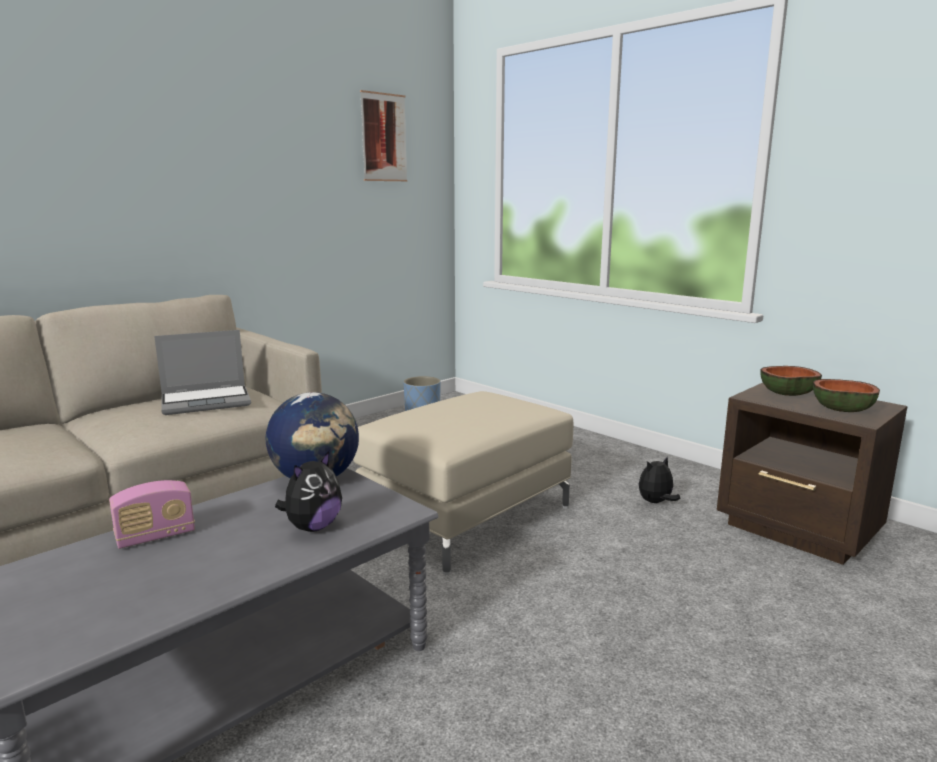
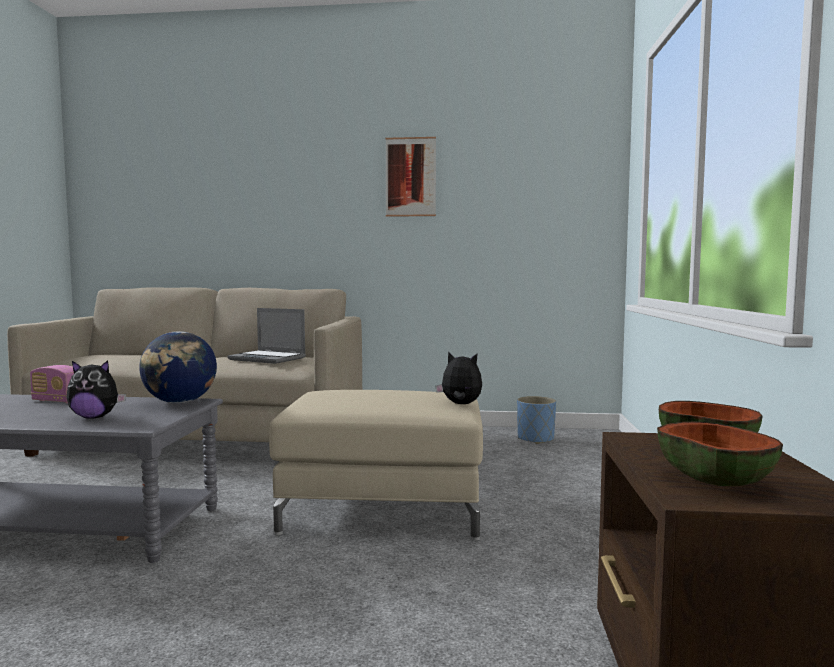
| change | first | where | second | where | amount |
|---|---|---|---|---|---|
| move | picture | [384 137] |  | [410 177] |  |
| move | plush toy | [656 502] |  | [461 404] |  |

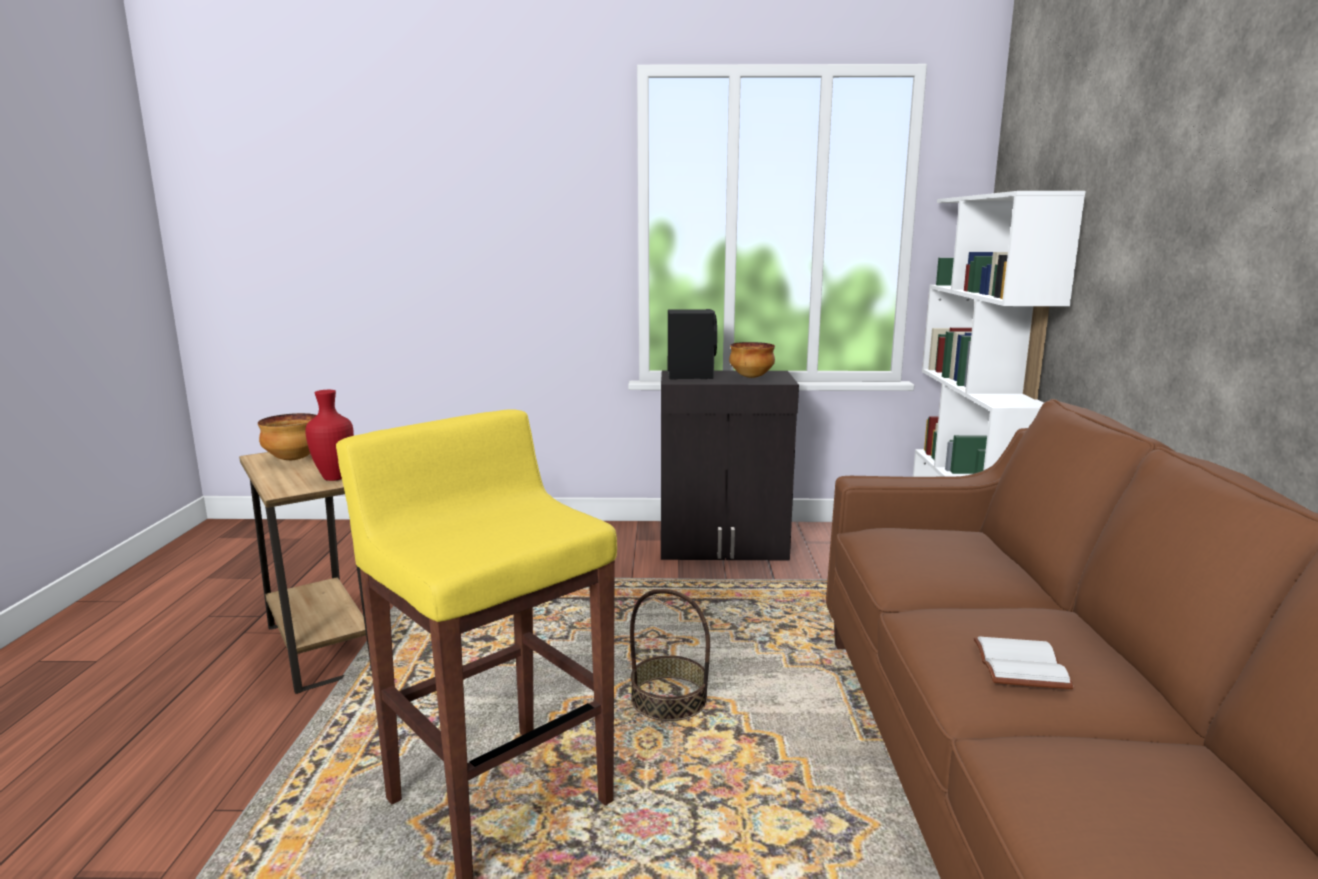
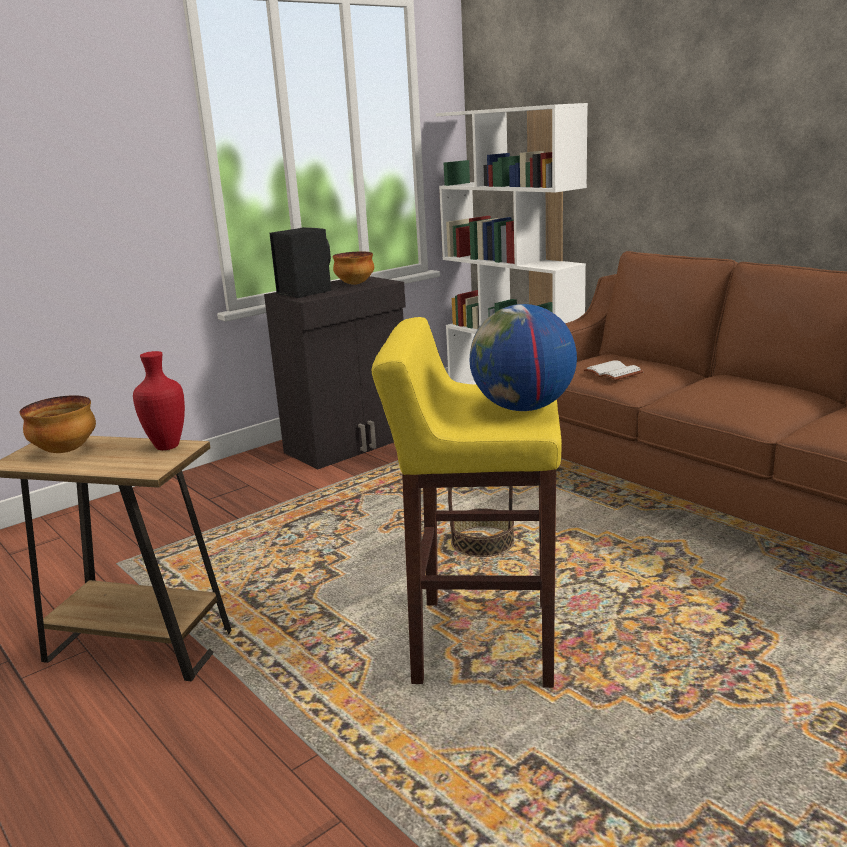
| change | first | where | second | where | amount |
|---|---|---|---|---|---|
| insert |  |  | globe | [523 408] |  |
| move | white book | [1017 664] |  | [611 373] |  |

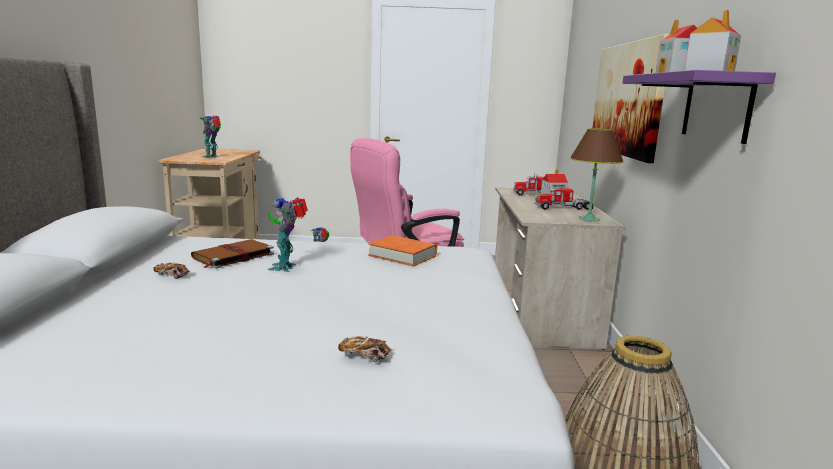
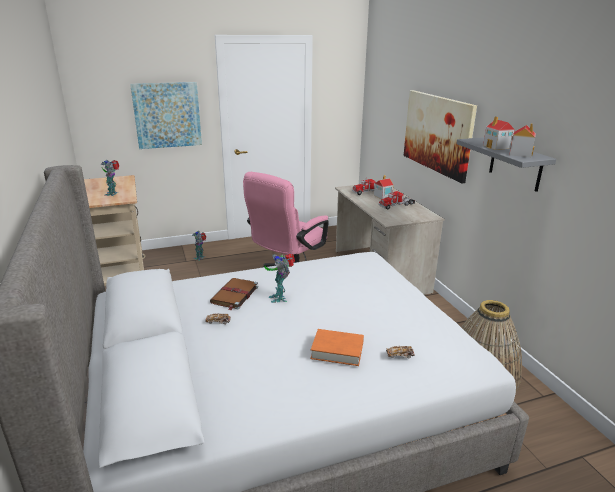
| change | first | where | second | where | amount |
|---|---|---|---|---|---|
| delete | brown table lamp | [588 219] |  |  |  |
| insert |  |  | picture | [167 115] |  |
| move | orange book | [402 256] |  | [337 350] |  |
| recolor | purple shelf | [716 107] | grey shelf | [515 164] |  |

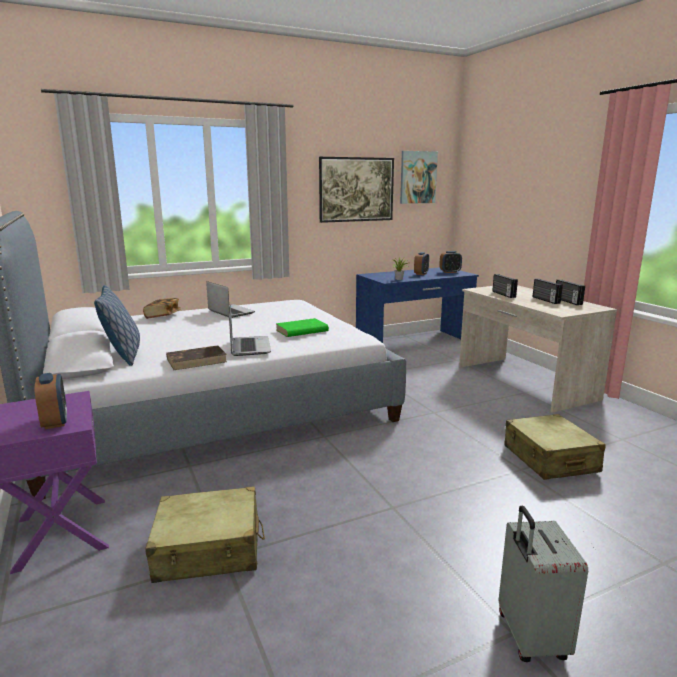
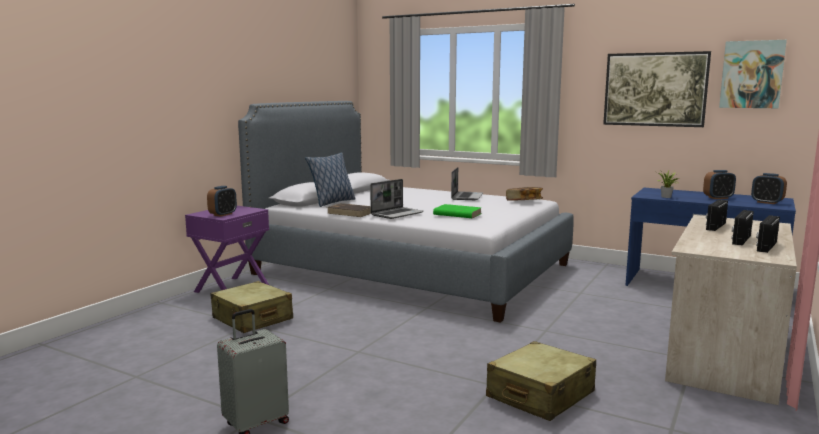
| change | first | where | second | where | amount |
|---|---|---|---|---|---|
| move | book | [163 316] |  | [524 201] |  |

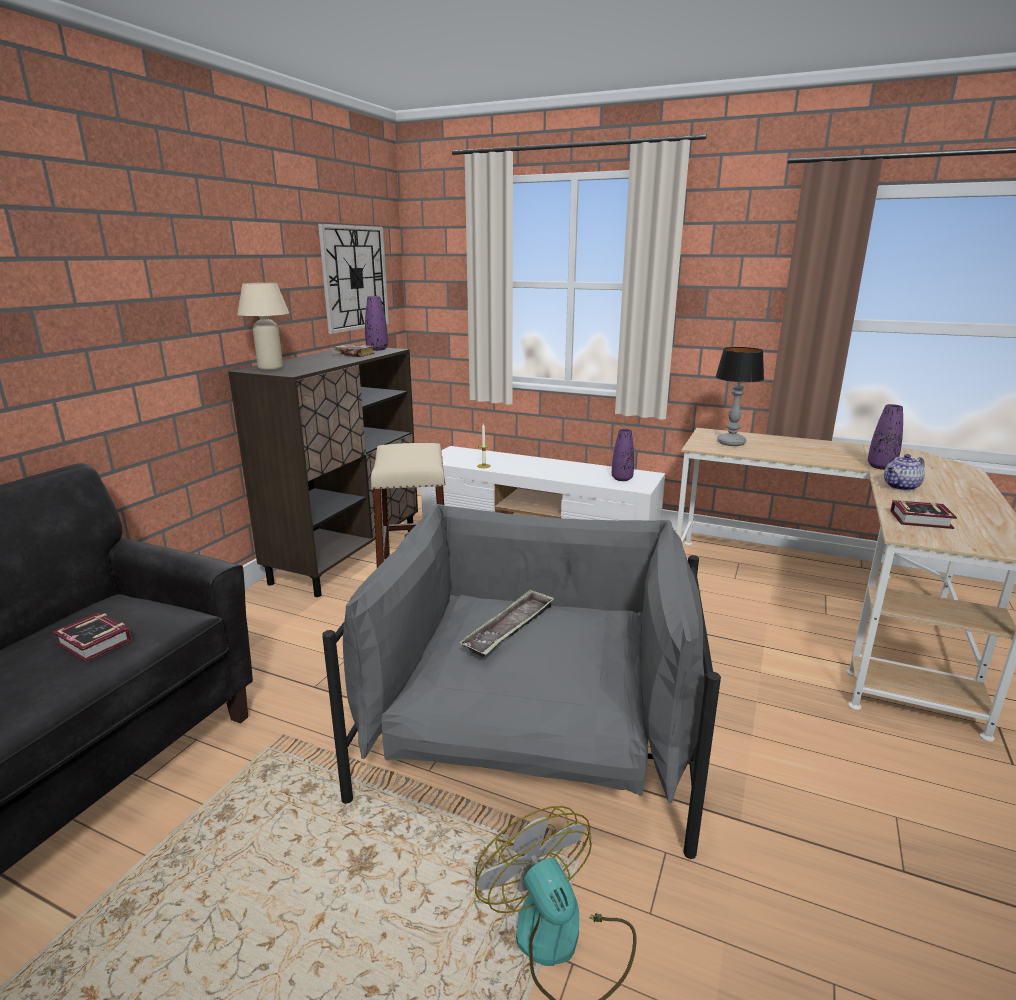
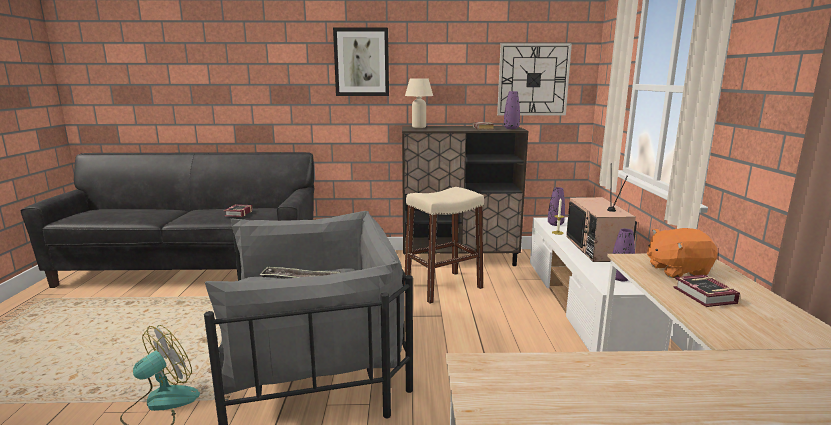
| change | first | where | second | where | amount |
|---|---|---|---|---|---|
| delete | teapot | [901 487] |  |  |  |
| insert |  |  | picture | [361 62] |  |
| insert |  |  | television | [598 248] |  |
| move | purple vase | [881 467] |  | [555 224] |  |
| move | book | [924 520] |  | [704 296] |  |
| replace | table lamp | [731 443] | orange plush toy | [676 270] |  |

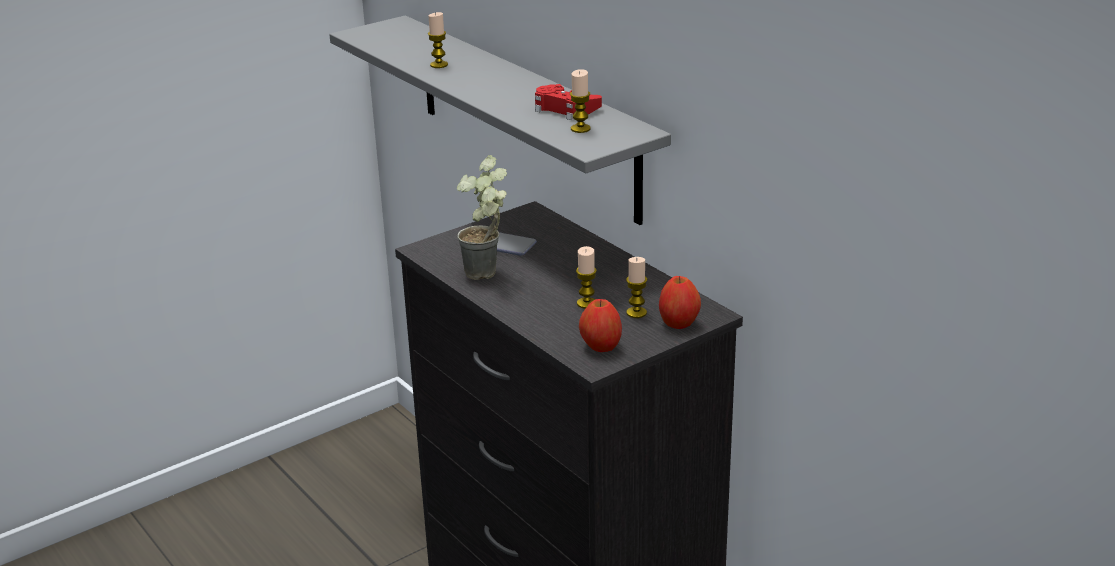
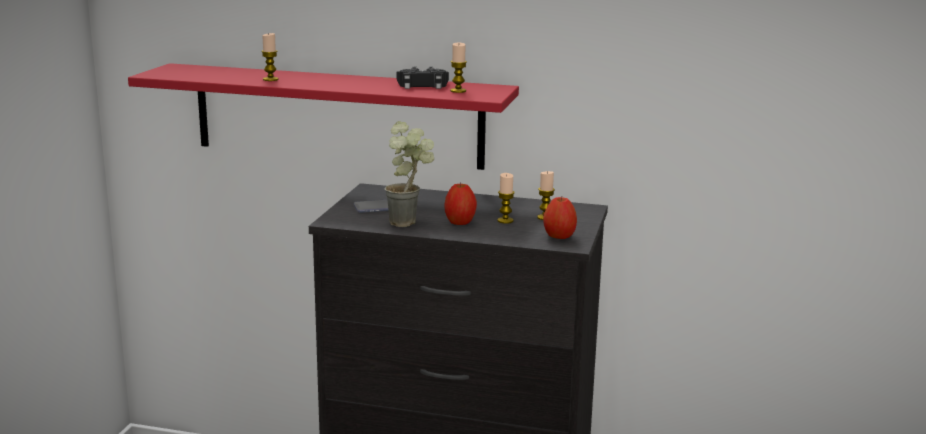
| change | first | where | second | where | amount |
|---|---|---|---|---|---|
| move | apple | [678 323] |  | [460 222] |  |
| recolor | grey shelf | [525 116] | red shelf | [337 115] |  |
| recolor | red game controller | [565 109] | black game controller | [422 85] |  |

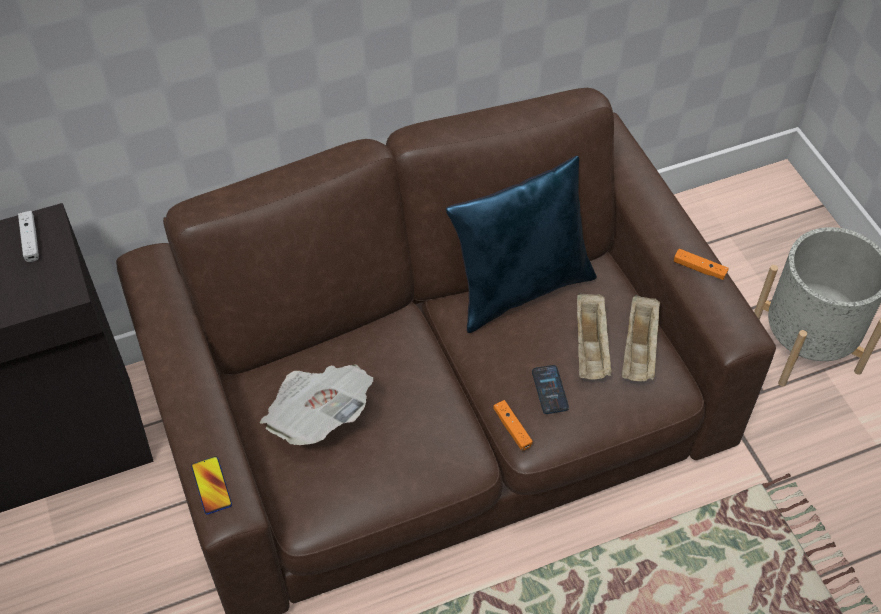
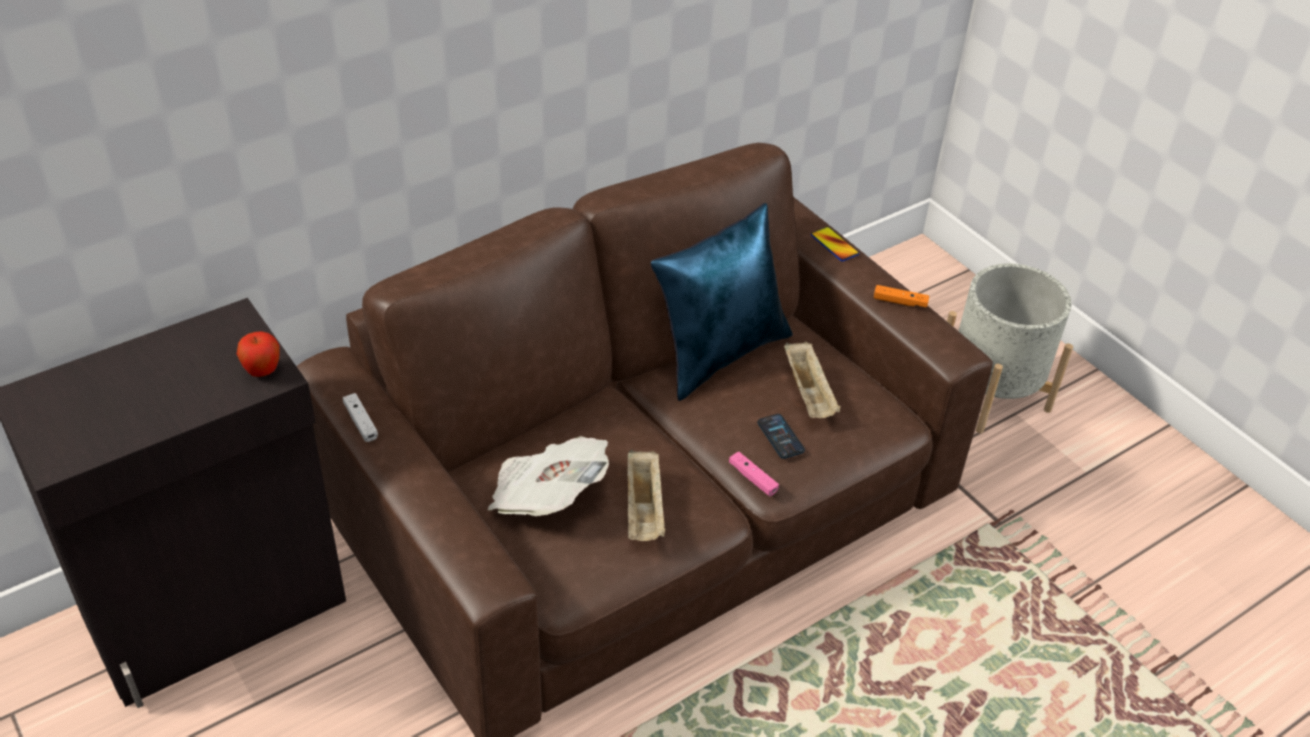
| change | first | where | second | where | amount |
|---|---|---|---|---|---|
| insert |  |  | apple | [262 371] |  |
| move | white game controller | [30 240] |  | [361 422] |  |
| move | phone | [211 485] |  | [834 245] |  |
| move | beige tray | [639 350] |  | [644 509] |  |
| recolor | orange game controller | [512 428] | pink game controller | [752 478] |  |

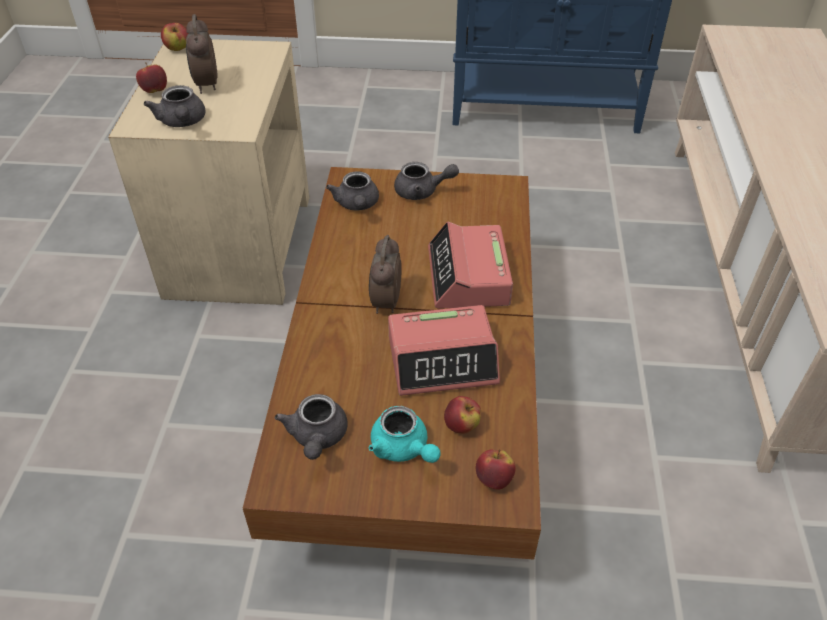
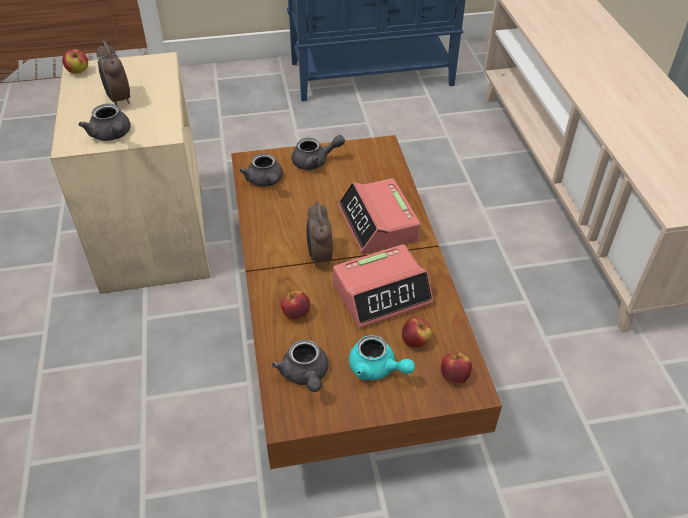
| change | first | where | second | where | amount |
|---|---|---|---|---|---|
| move | apple | [155 91] |  | [296 314] |  |

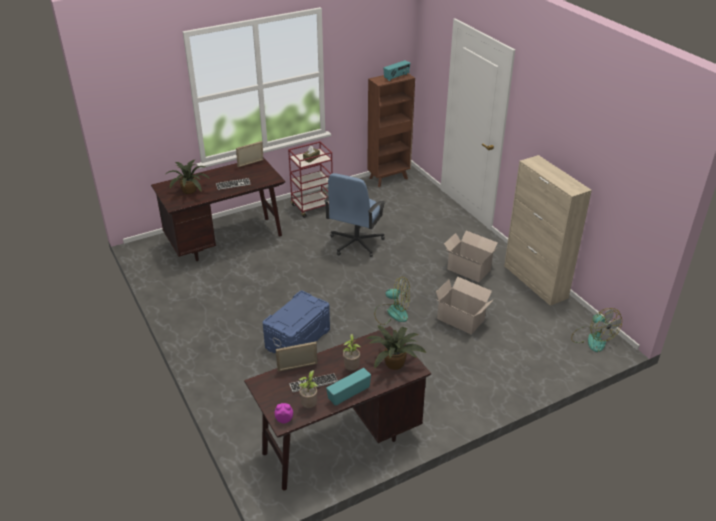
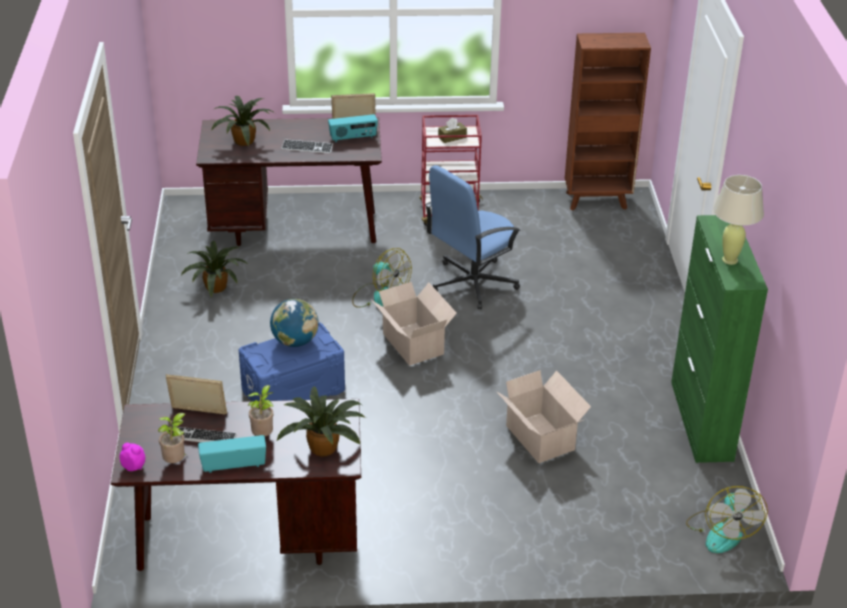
| change | first | where | second | where | amount |
|---|---|---|---|---|---|
| insert |  |  | potted plant | [217 288] |  |
| insert |  |  | globe | [295 341] |  |
| insert |  |  | beige table lamp | [729 260] |  |
| move | fan | [392 313] |  | [380 297] |  |
| move | radio | [396 77] |  | [353 138] |  |
| move | cardboard box | [468 269] |  | [412 342] |  |
| recolor | beige cabinet | [535 282] | green cabinet | [701 421] |  |

